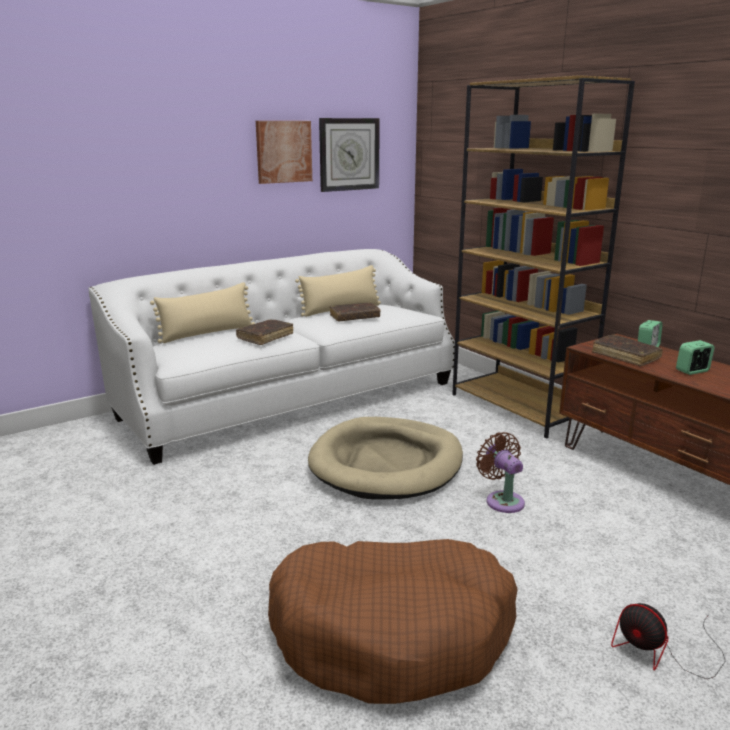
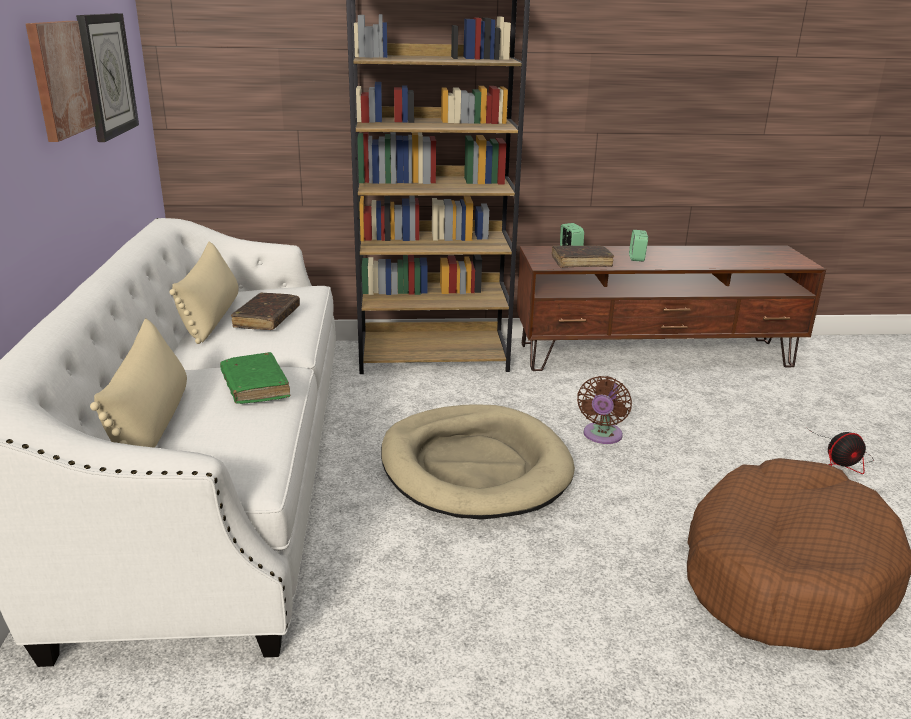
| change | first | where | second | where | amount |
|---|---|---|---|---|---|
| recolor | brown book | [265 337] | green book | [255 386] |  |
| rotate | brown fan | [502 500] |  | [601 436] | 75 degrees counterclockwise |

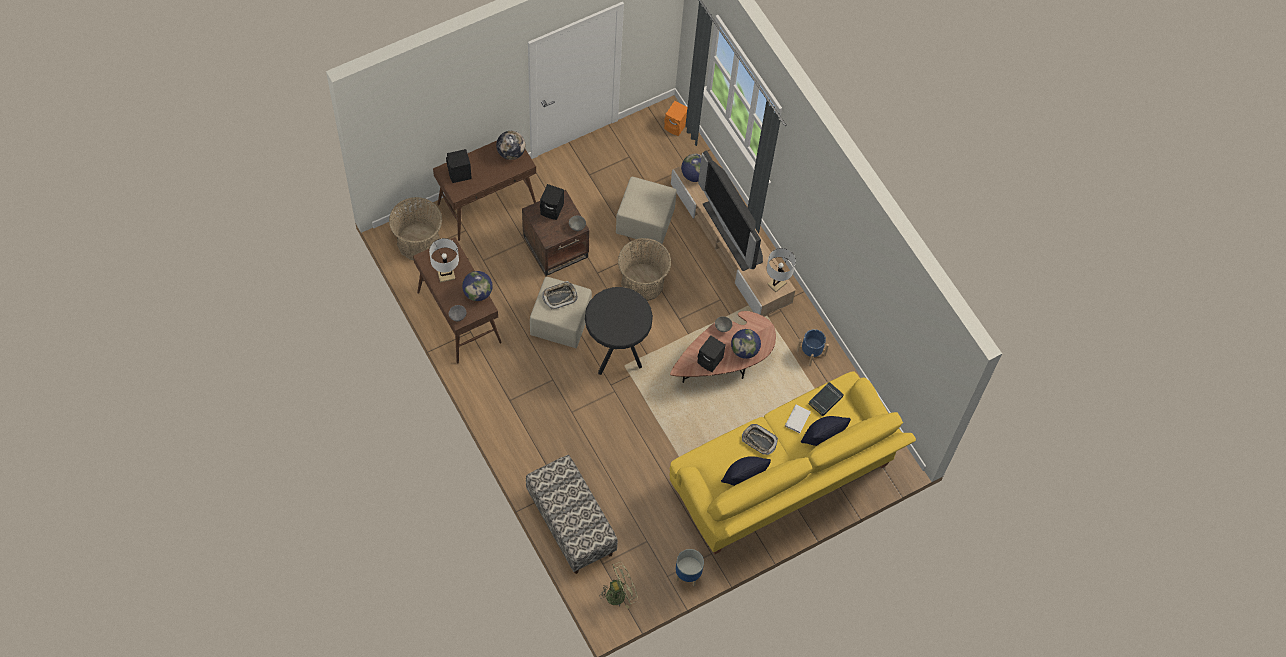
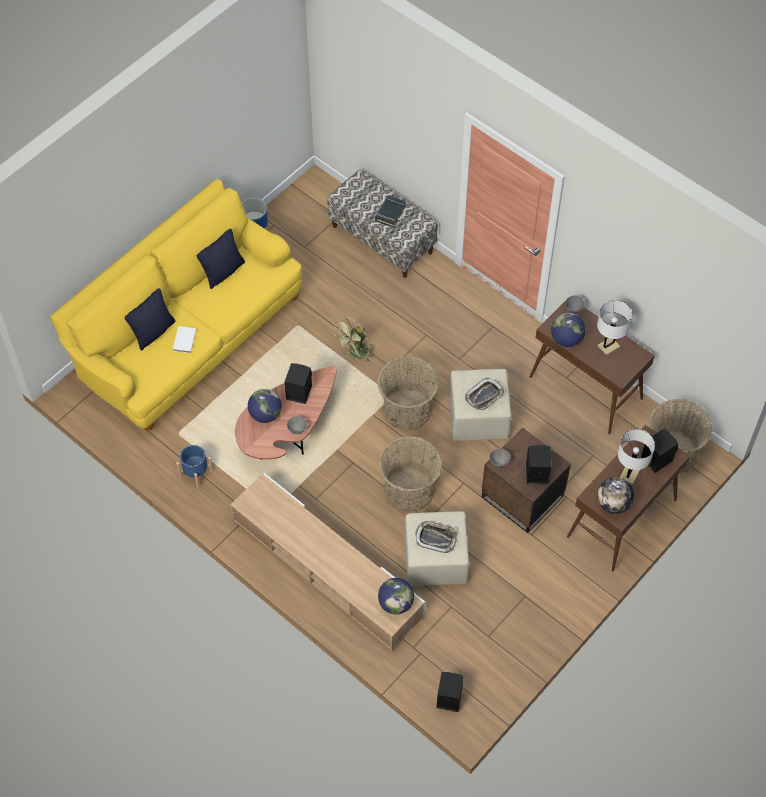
| change | first | where | second | where | amount |
|---|---|---|---|---|---|
| delete | television | [734 232] |  |  |  |
| move | green fan | [619 593] |  | [355 354] |  |
| move | tray | [759 440] |  | [436 538] |  |
| move | white table lamp | [776 283] |  | [629 474] |  |
| move | black book | [825 400] |  | [390 213] |  |
| replace | black stool | [616 349] | basket | [407 409] |  |
| recolor | orange speaker | [676 126] | black speaker | [448 698] |  |

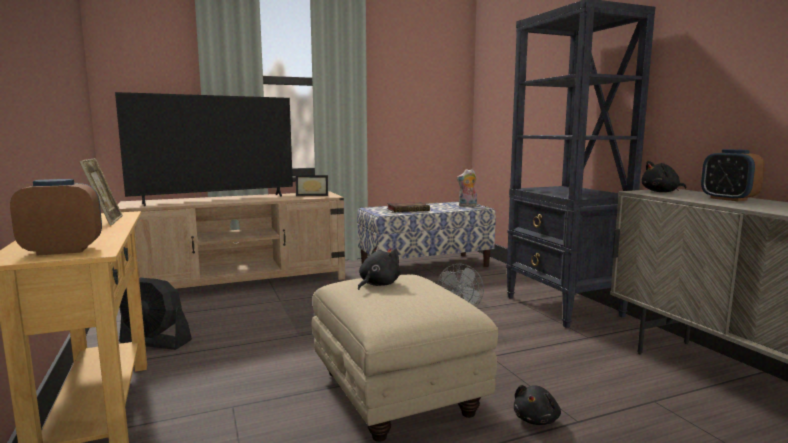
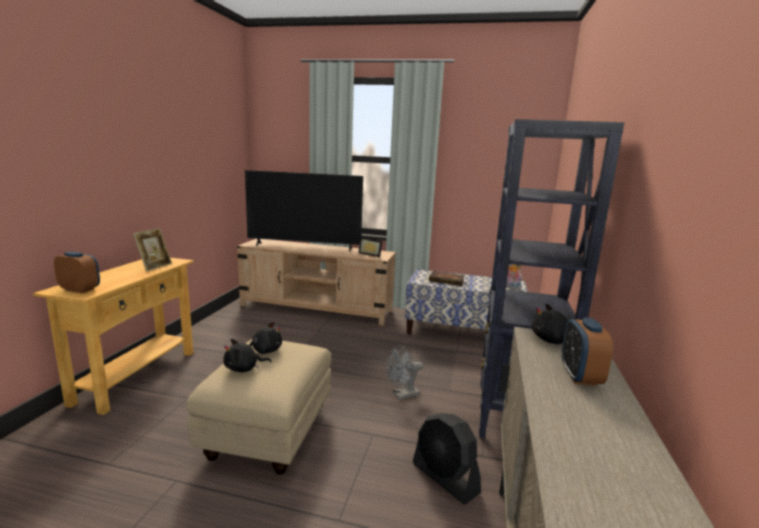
| change | first | where | second | where | amount |
|---|---|---|---|---|---|
| move | black fan | [155 342] |  | [445 478] |  |
| move | black plush toy | [536 419] |  | [244 368] |  |

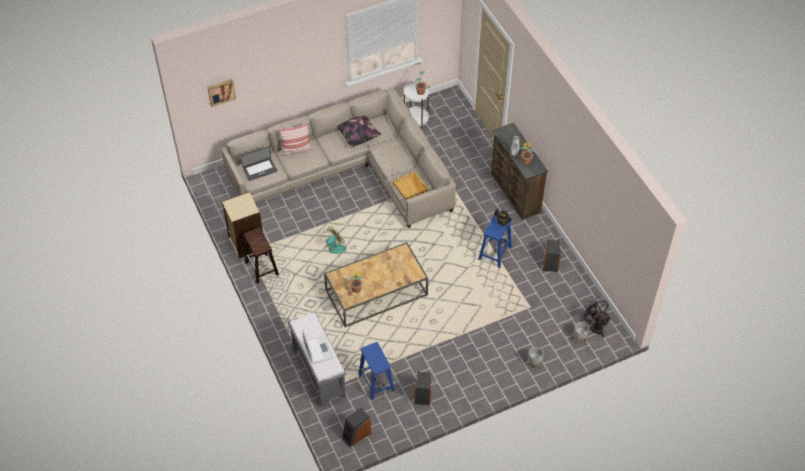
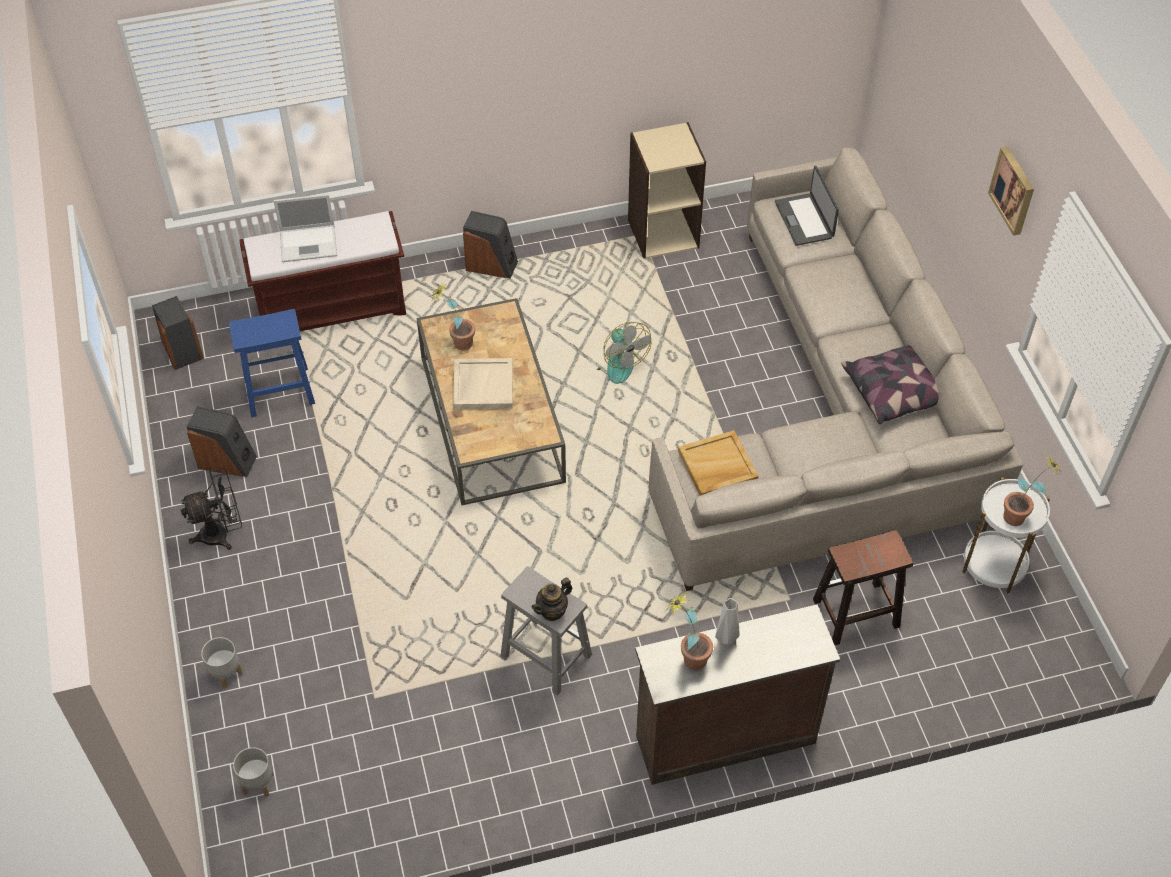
| change | first | where | second | where | amount |
|---|---|---|---|---|---|
| delete | pillow | [296 150] |  |  |  |
| insert |  |  | beige tray | [482 385] |  |
| move | picture | [221 92] |  | [1014 190] |  |
| move | brown stool | [262 269] |  | [854 614] |  |
| move | speaker | [550 262] |  | [491 265] |  |
| move | black fan | [595 326] |  | [222 533] |  |
| recolor | grey bench | [318 372] | brown bench | [333 309] |  |
| recolor | blue stool | [494 253] | grey stool | [544 655] |  |

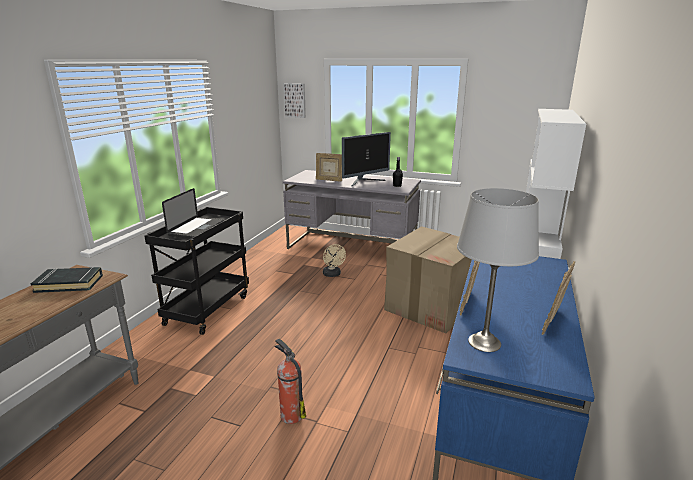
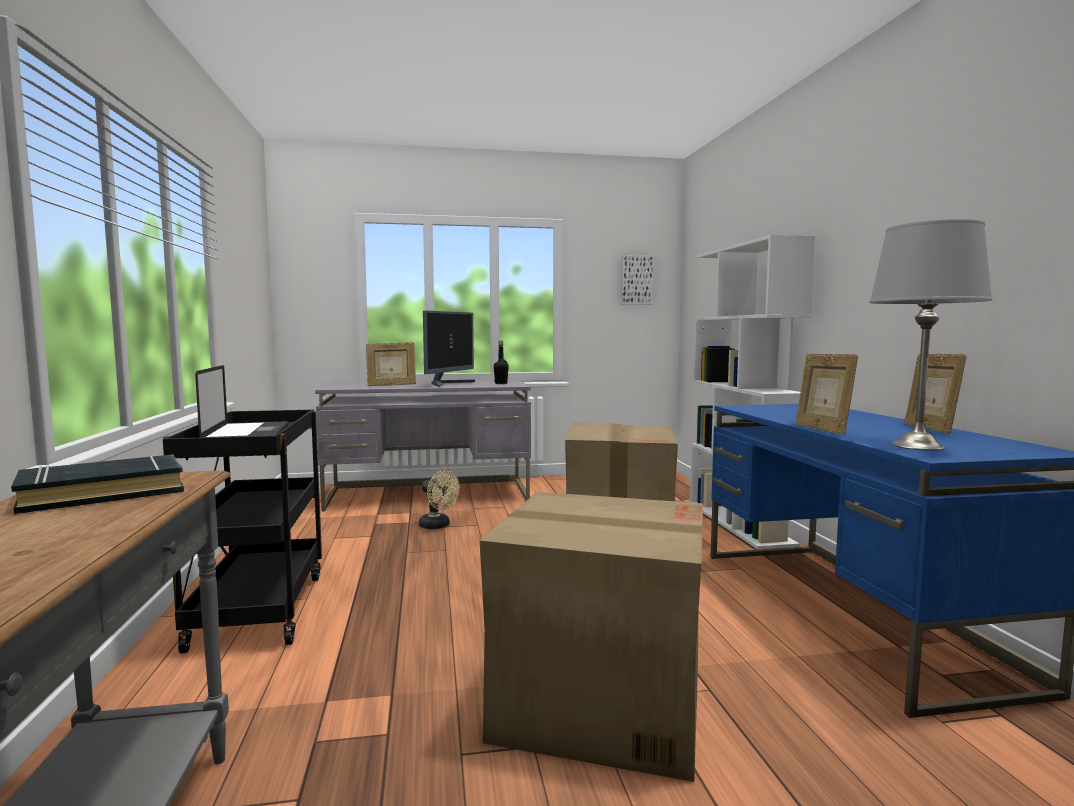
| change | first | where | second | where | amount |
|---|---|---|---|---|---|
| move | picture | [295 100] |  | [636 280] |  |
| replace | fire extinguisher | [290 415] | cardboard box | [599 700] |  |

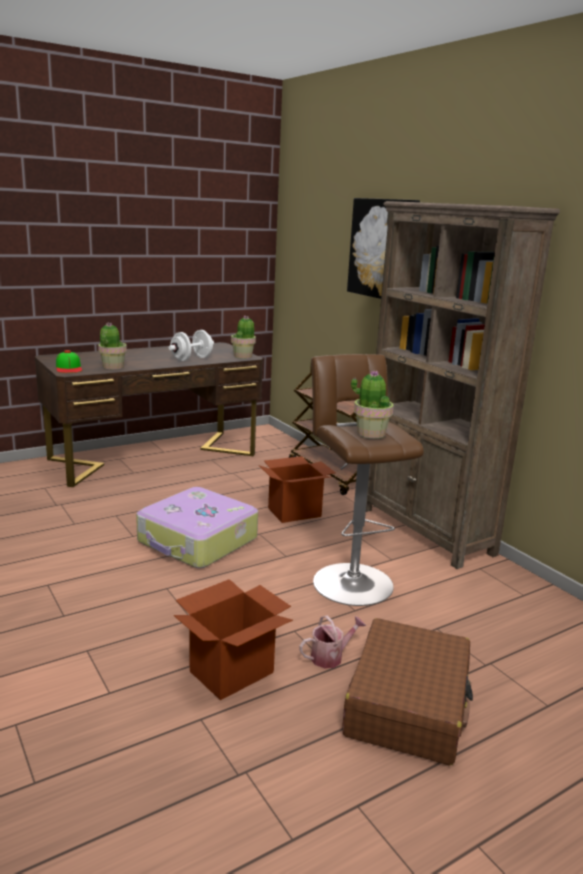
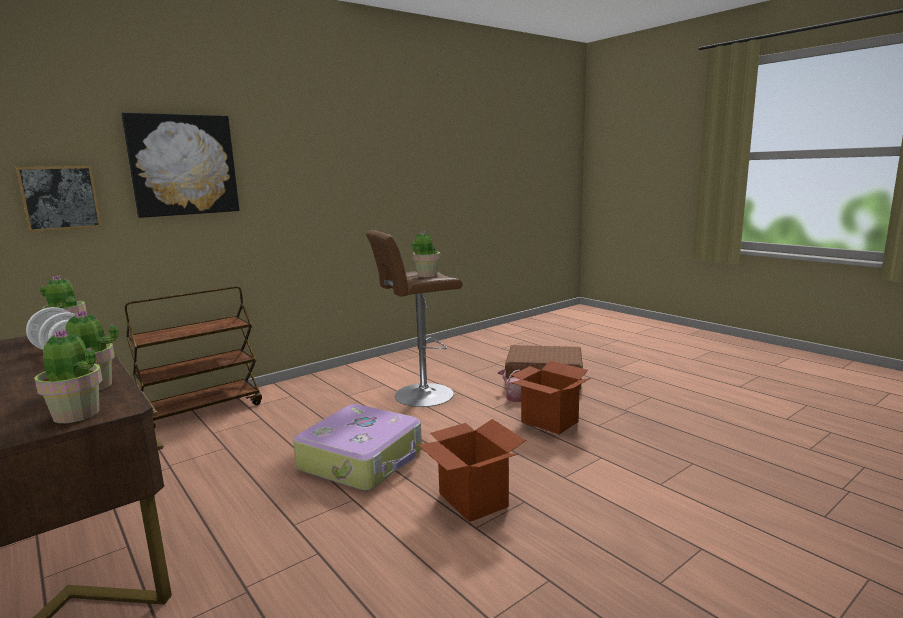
| change | first | where | second | where | amount |
|---|---|---|---|---|---|
| delete | brown bookcase | [426 531] |  |  |  |
| insert |  |  | picture | [60 198] |  |
| move | cardboard box | [294 512] |  | [472 500] |  |
| replace | cap | [69 368] | potted plant | [76 415] |  |

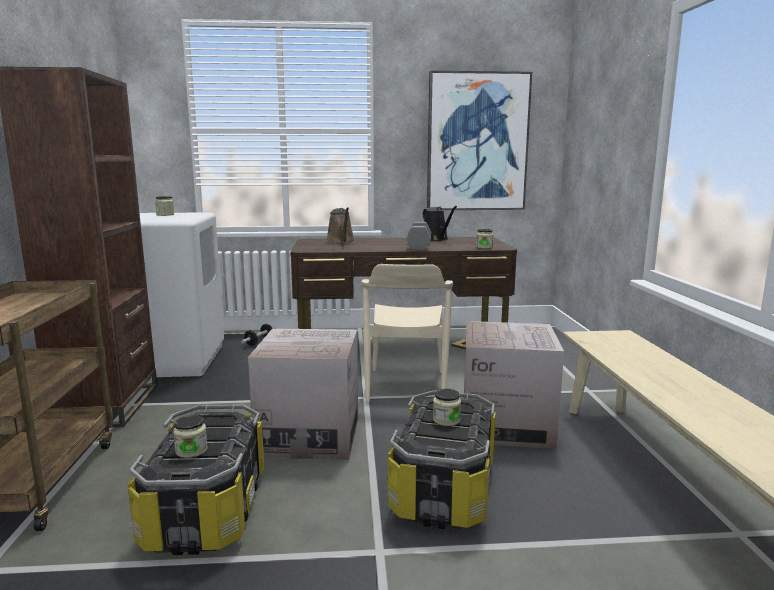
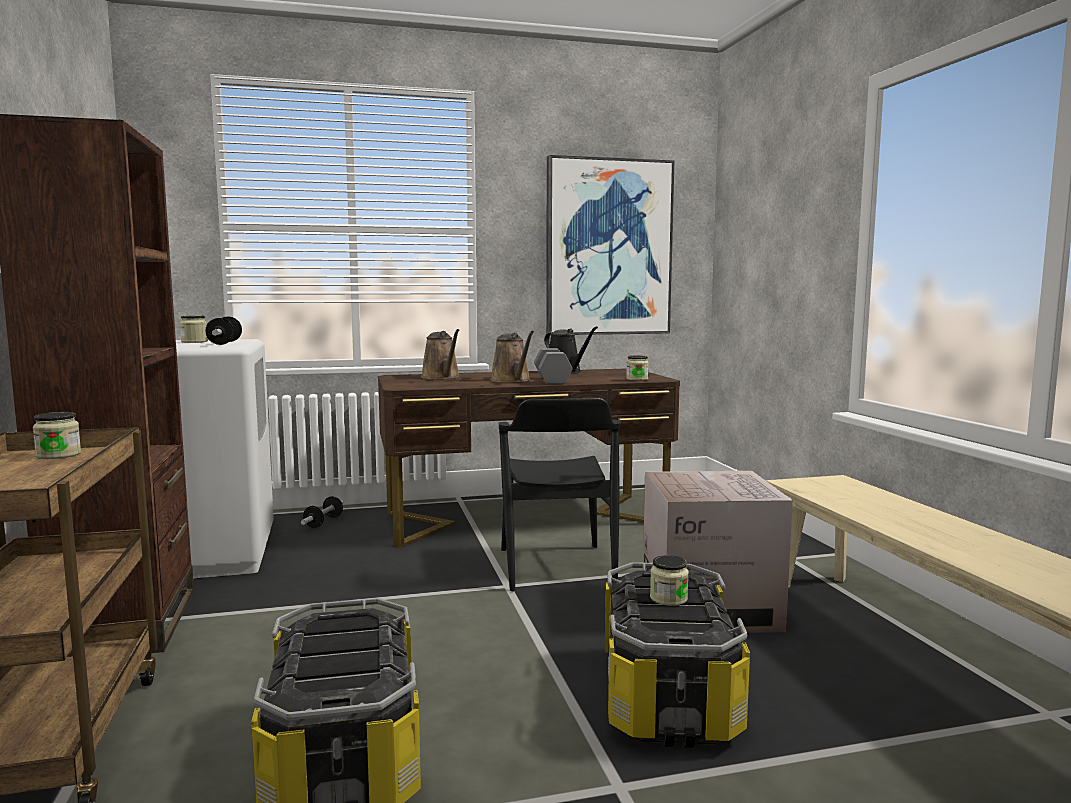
| change | first | where | second | where | amount |
|---|---|---|---|---|---|
| delete | cardboard box | [309 436] |  |  |  |
| insert |  |  | dumbbell | [225 343] |  |
| insert |  |  | brown watering can | [512 380] |  |
| move | jar | [191 450] |  | [58 455] |  |
| recolor | beige chair | [406 386] | black chair | [555 568] |  |

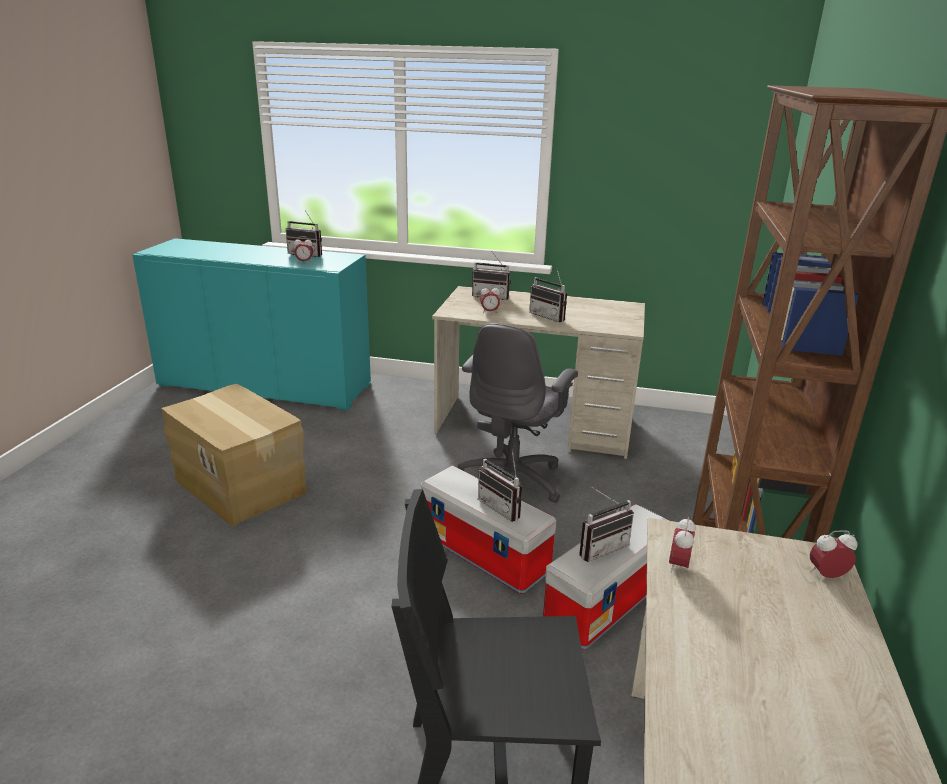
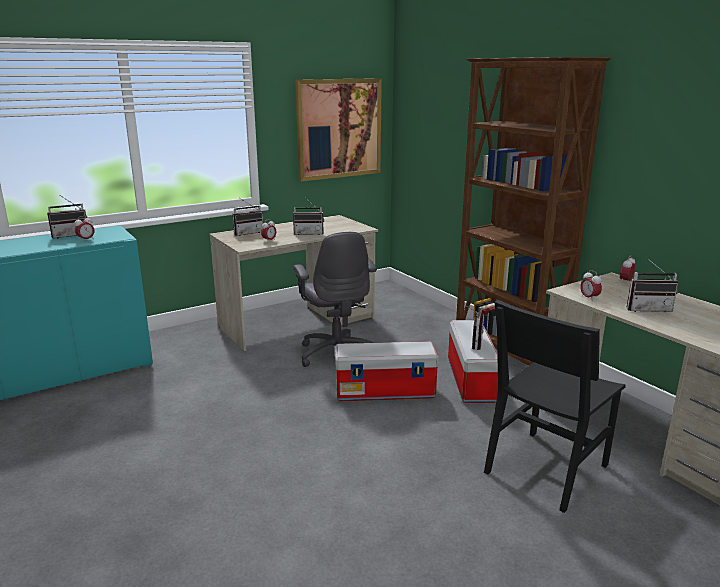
| change | first | where | second | where | amount |
|---|---|---|---|---|---|
| delete | cardboard box | [241 484] |  |  |  |
| insert |  |  | picture | [339 128] |  |
| move | radio | [503 507] |  | [647 309] |  |

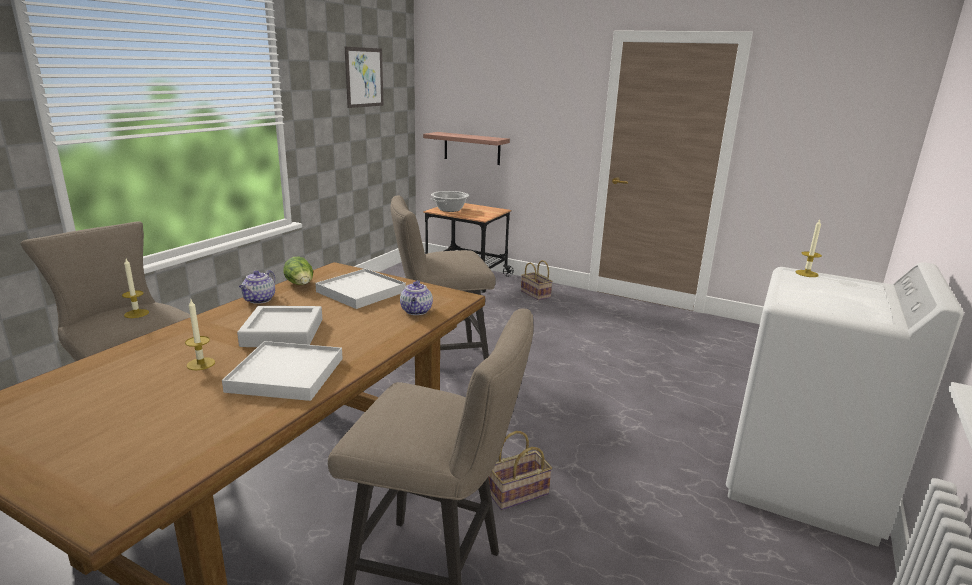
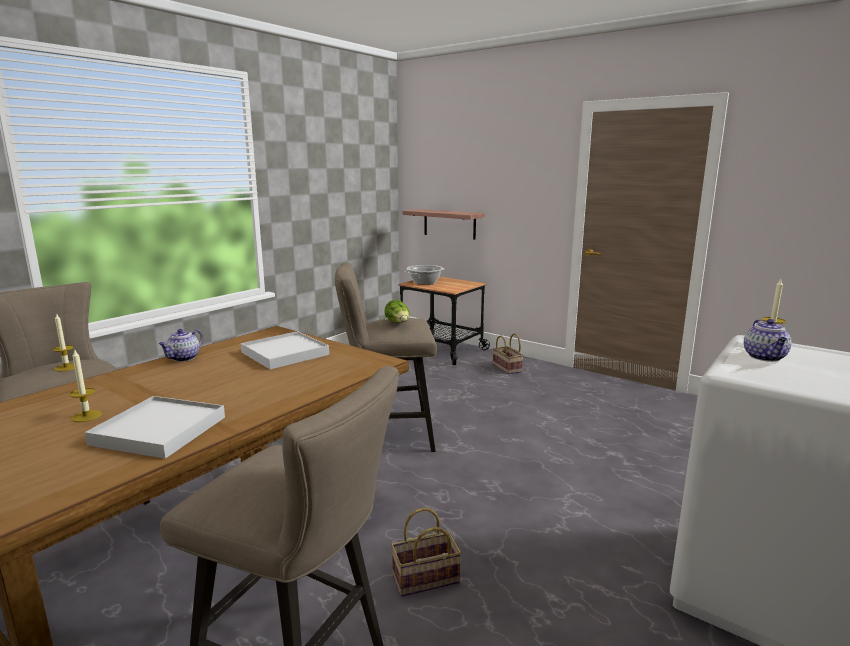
| change | first | where | second | where | amount |
|---|---|---|---|---|---|
| delete | grey tray | [283 333] |  |  |  |
| delete | picture | [364 77] |  |  |  |
| move | lettuce | [301 284] |  | [398 323] |  |
| move | teapot | [416 311] |  | [765 357] |  |

